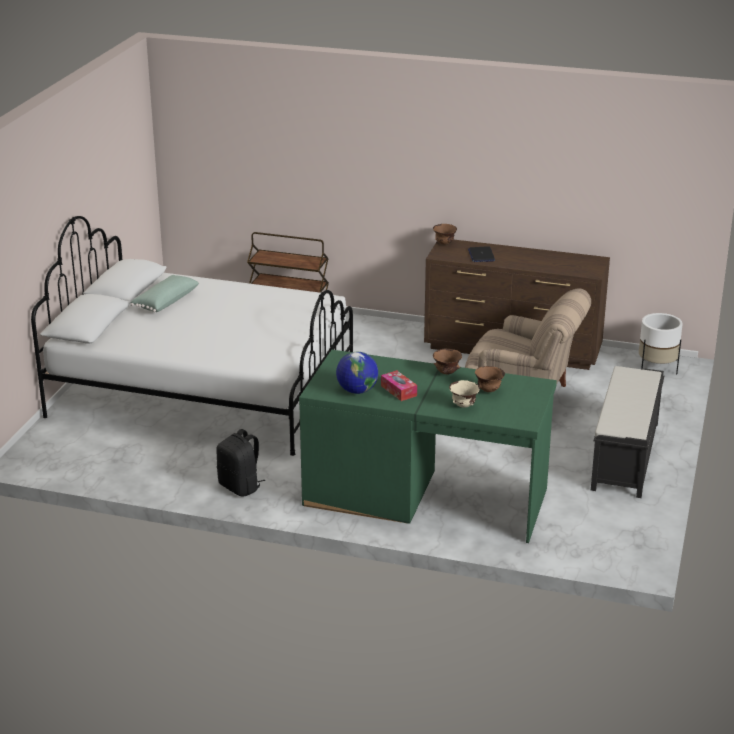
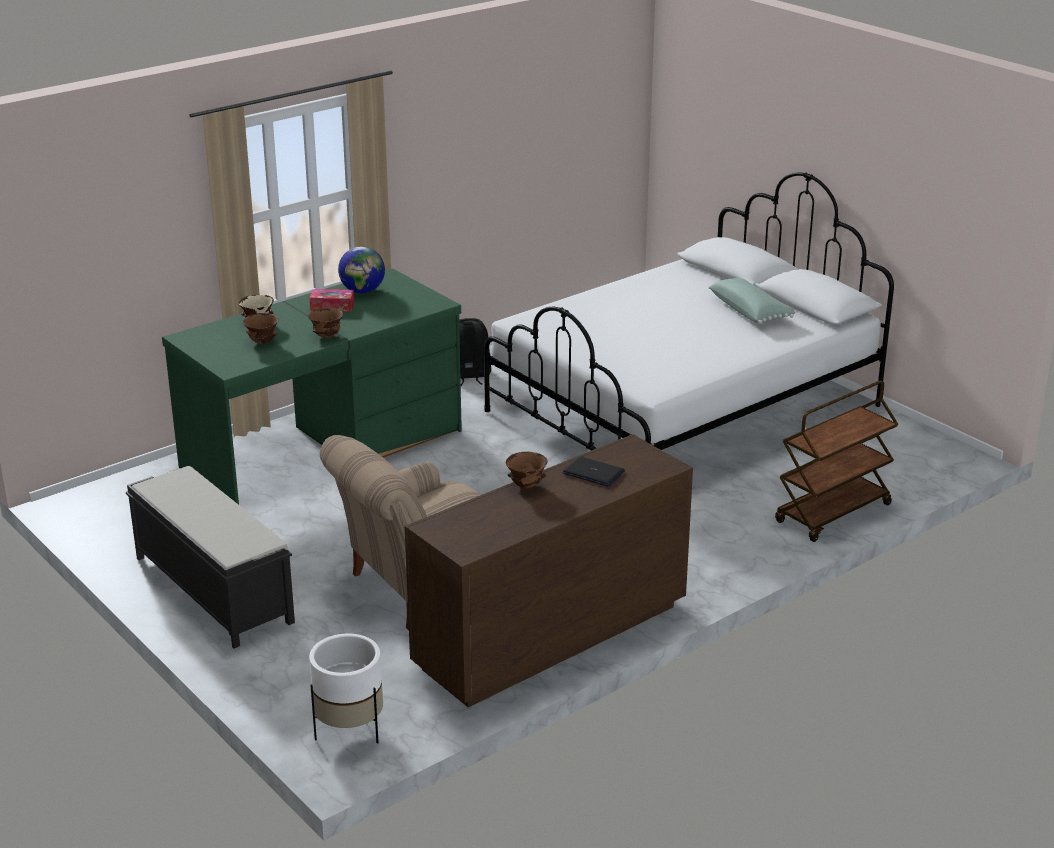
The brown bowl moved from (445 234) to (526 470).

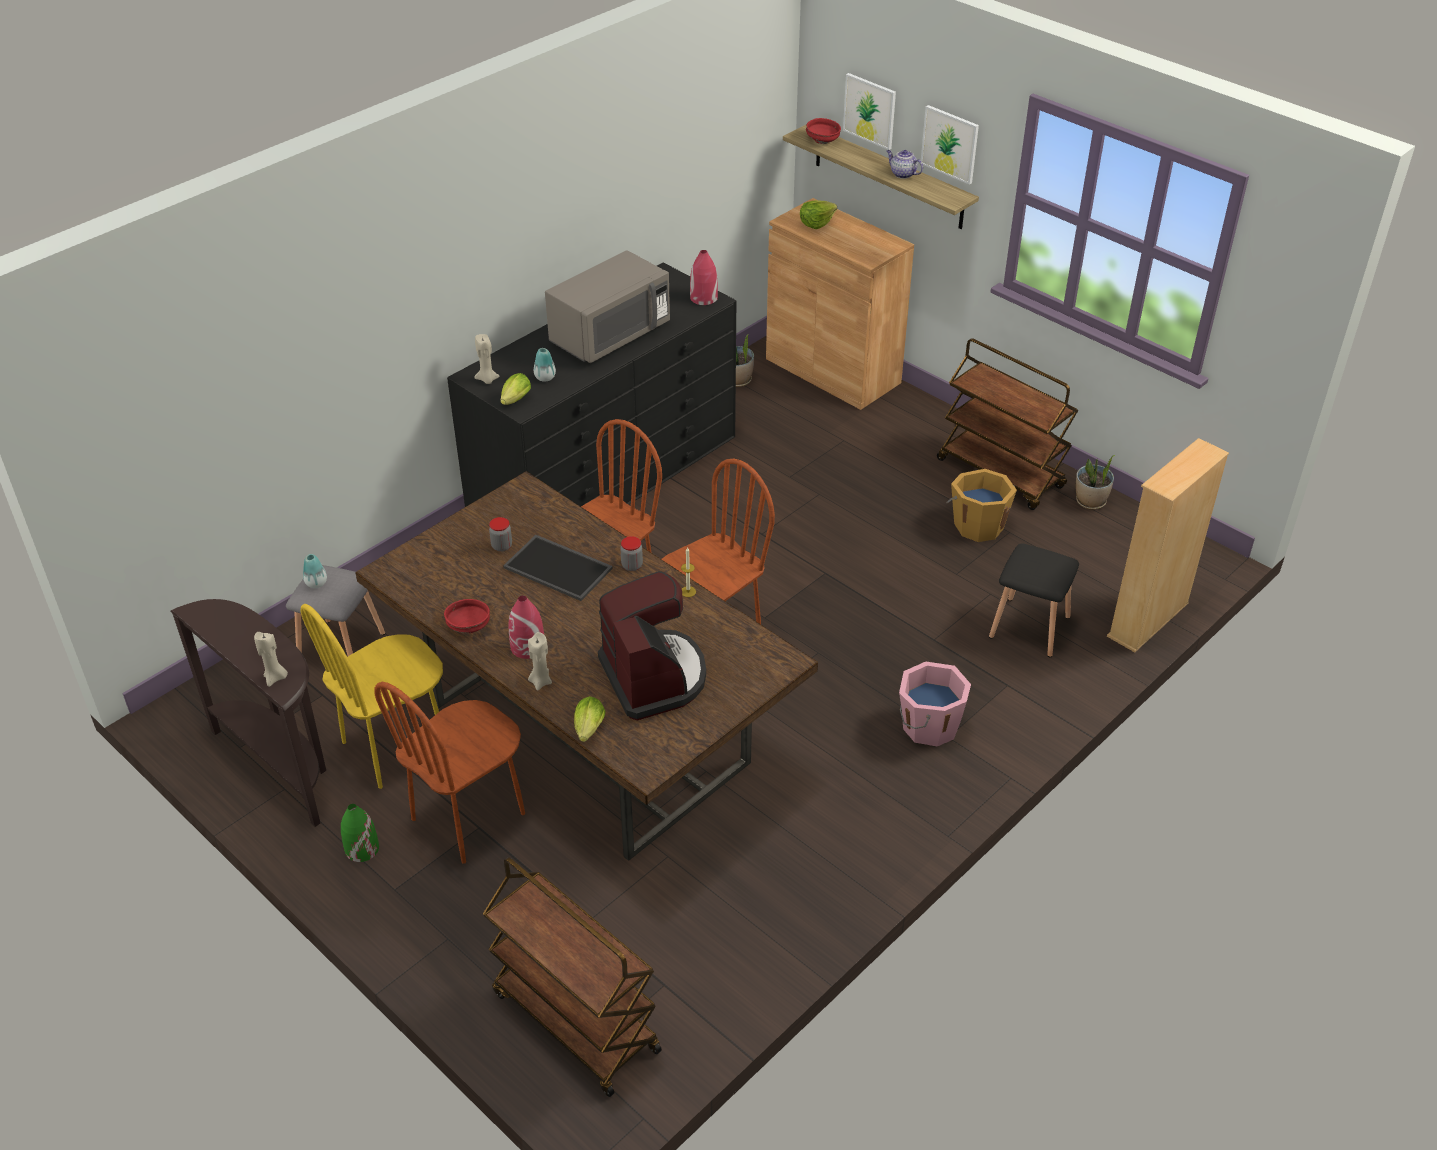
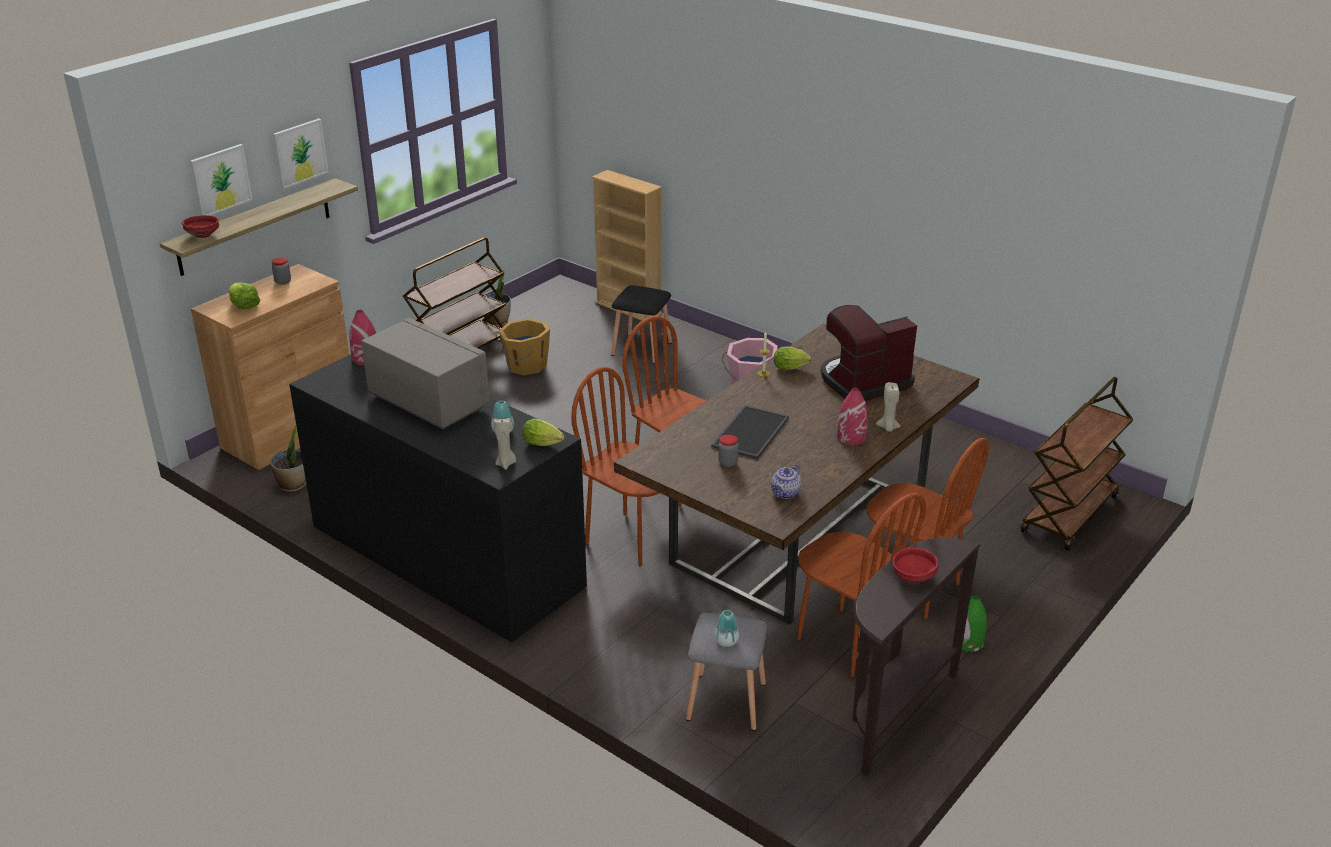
The jar moved from (631 553) to (281 271). The teapot moved from (904 164) to (786 481). The lettuce moved from (590 719) to (793 358). The yellow chair at (372 696) became the brown chair at (861 585). The red bowl moved from (467 616) to (915 565). The beige candle at (271 659) disappeared.

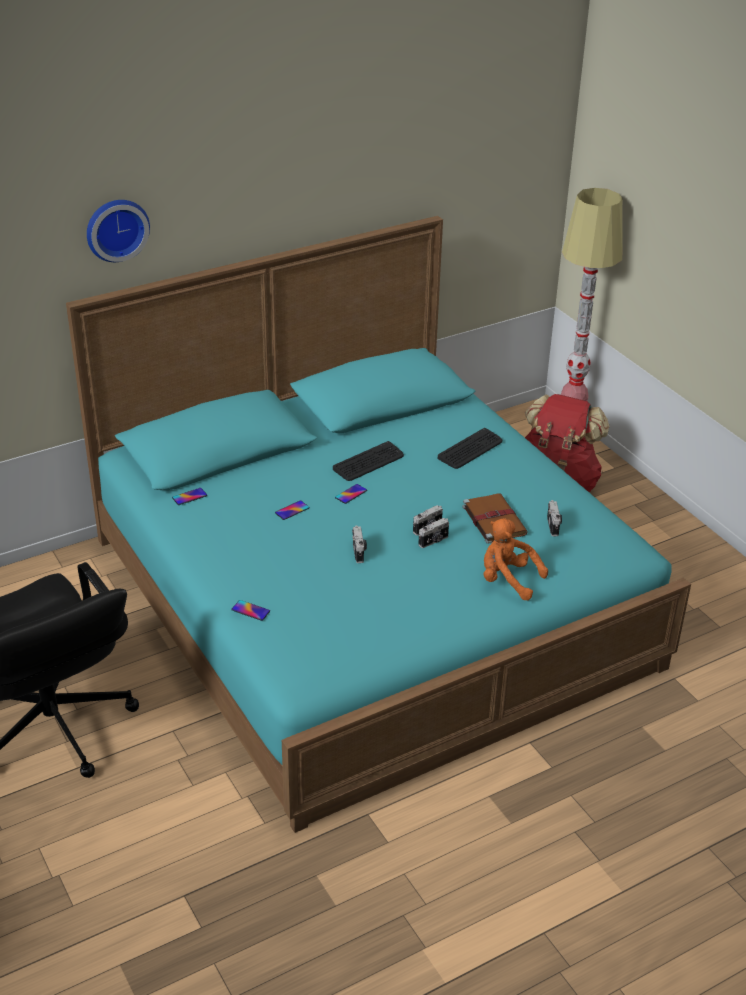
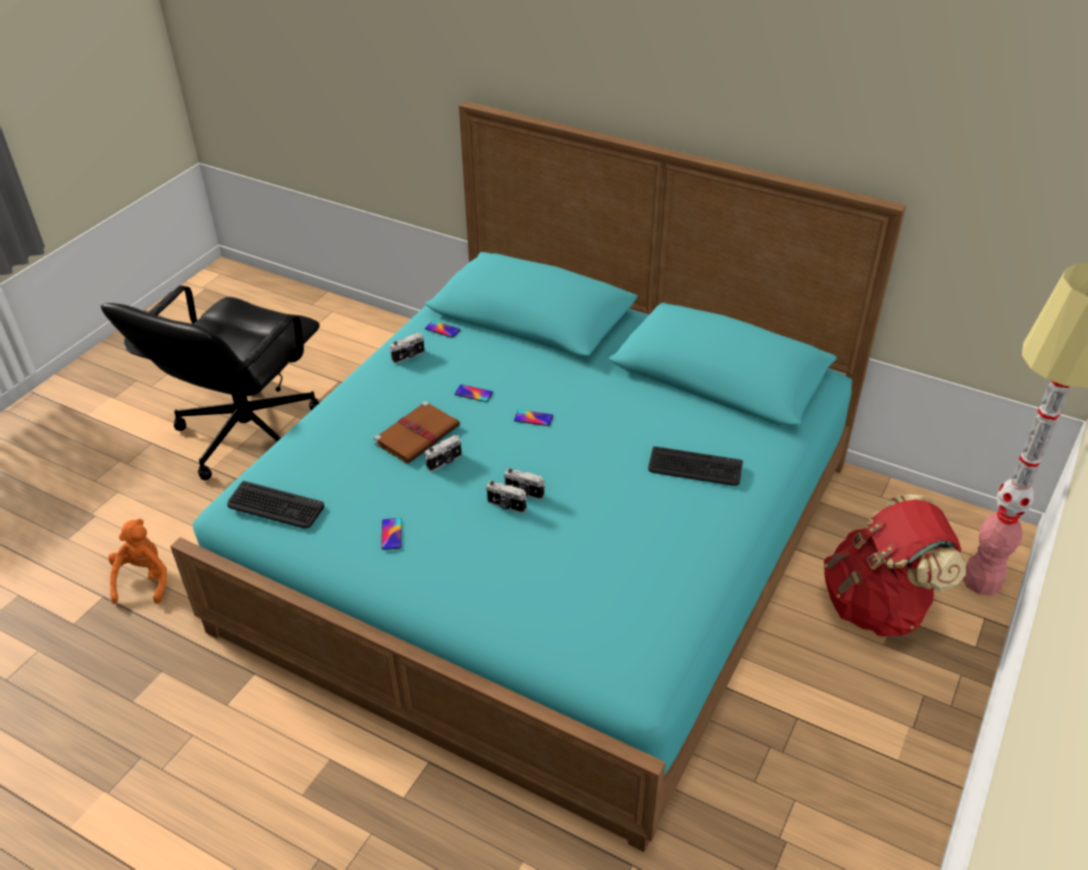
The orange plush toy moved from (516 559) to (137 561). The keyboard moved from (368 461) to (276 505). The brown book moved from (495 518) to (417 432). The phone moved from (250 610) to (391 534). The photo camera moved from (554 518) to (407 348). The wall clock at (118 231) disappeared.

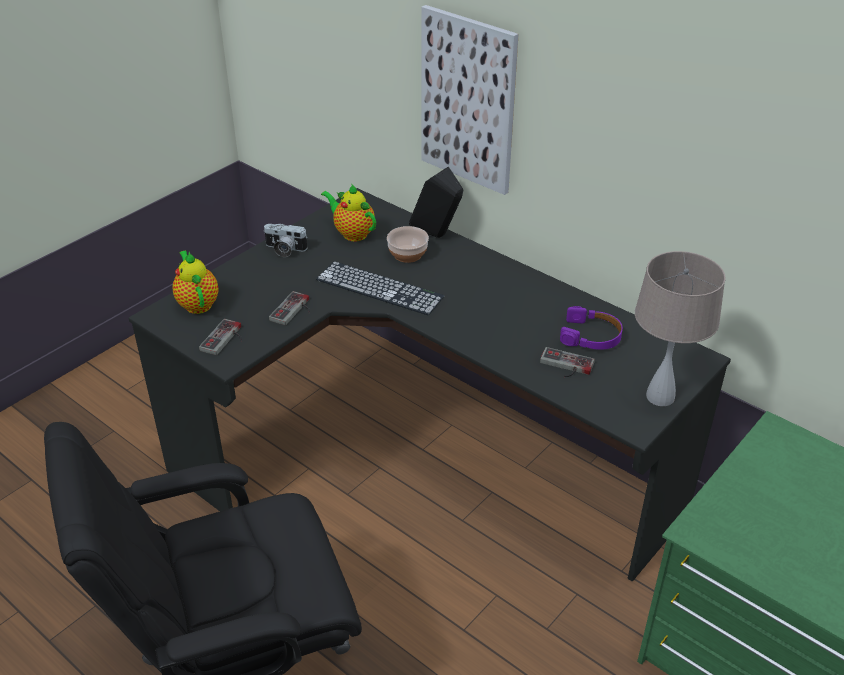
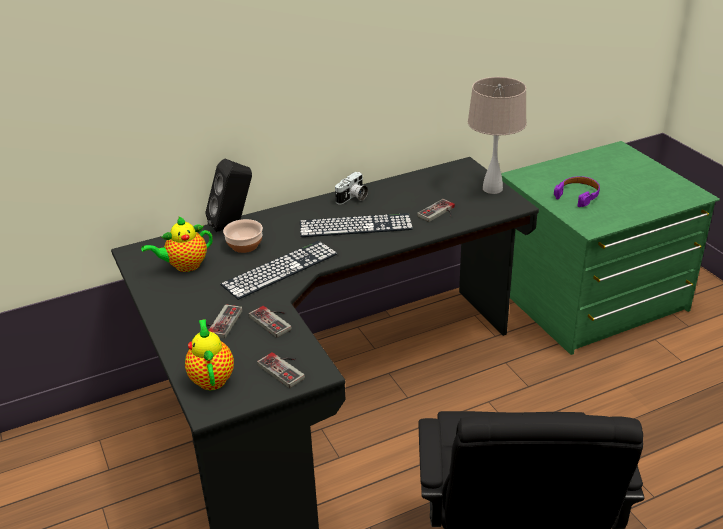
The teapot at (195 282) turned 75 degrees clockwise. The game controller at (224 321) appeared. The keyboard at (356 225) appeared. The photo camera moved from (285 240) to (351 188). The purple headphones moved from (591 328) to (577 191). The picture at (470 100) disappeared.

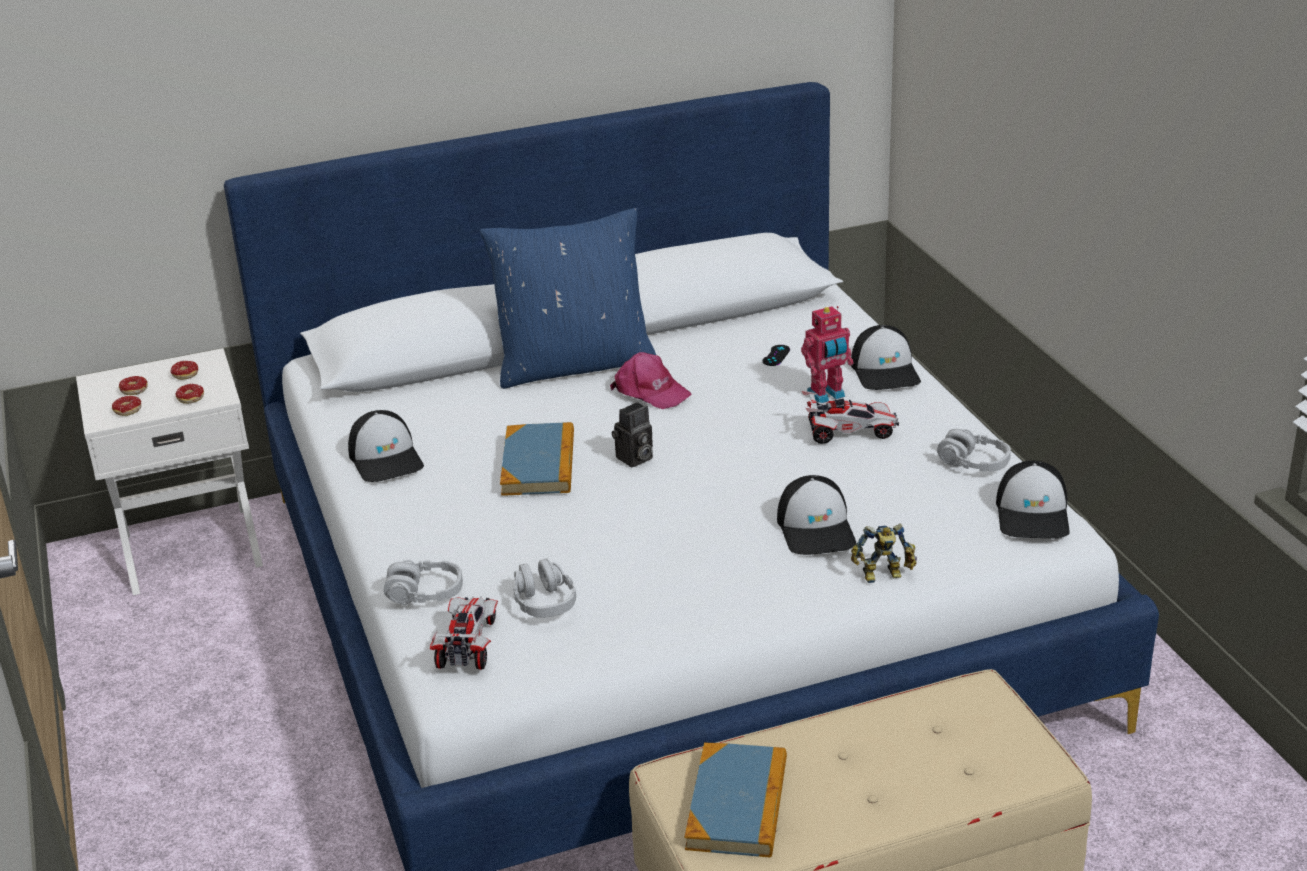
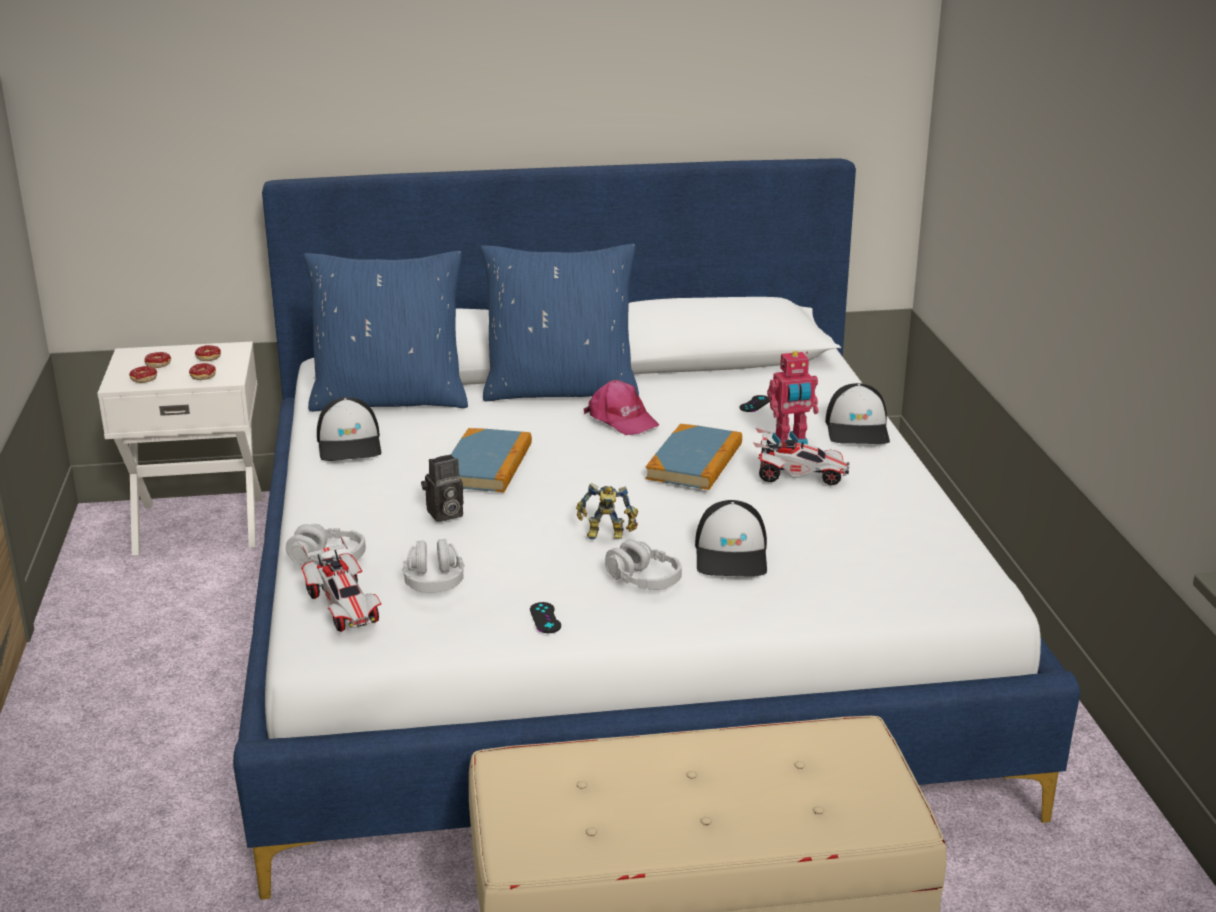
The toy car at (464 633) turned 135 degrees clockwise. The blue pillow at (386 331) appeared. The photo camera moved from (632 434) to (442 488). The black game controller at (545 617) appeared. The toy robot moved from (884 553) to (607 511). The grey headphones moved from (974 450) to (643 564). The book moved from (736 800) to (694 457). The cap at (1032 499) disappeared.

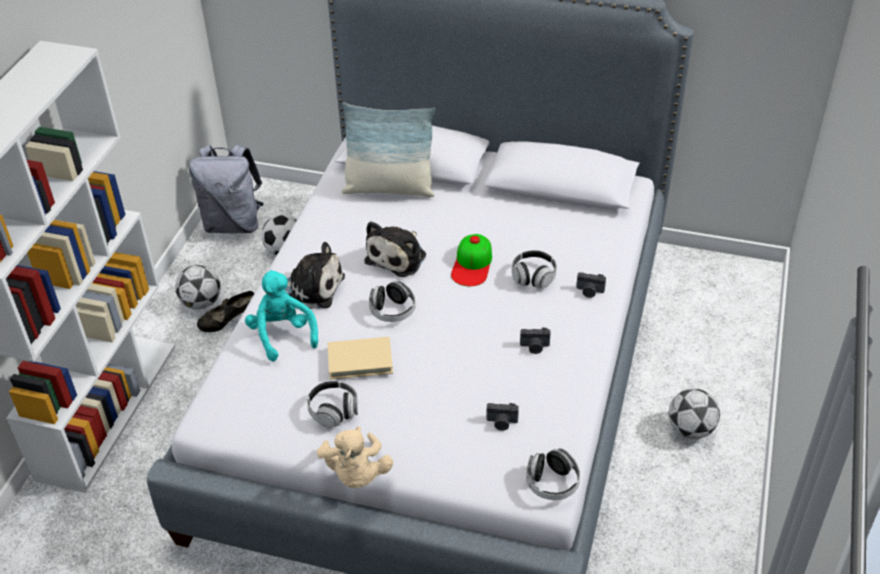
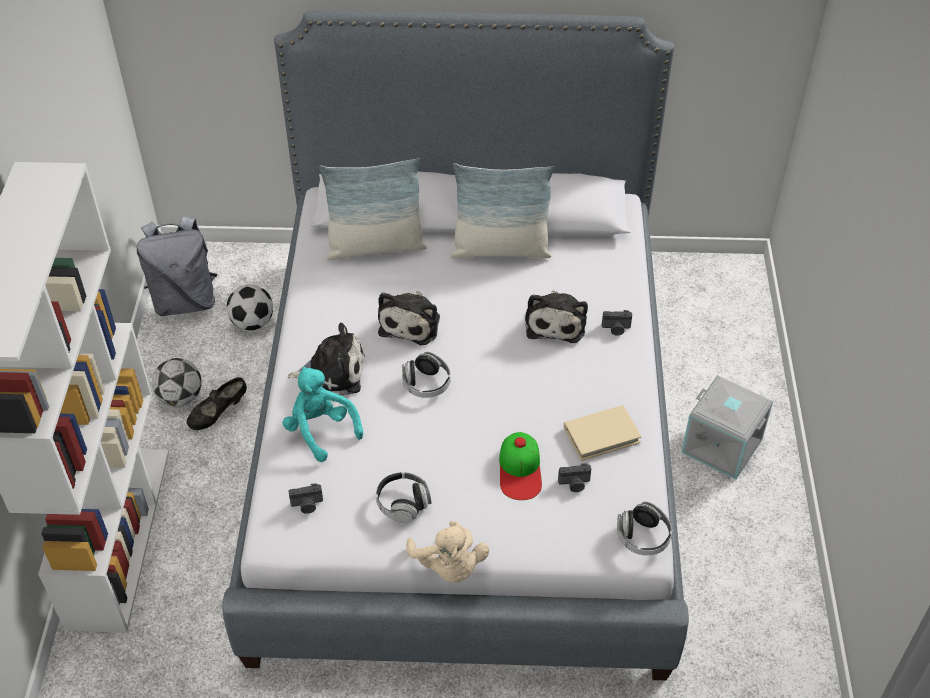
The photo camera moved from (535 340) to (305 498). The pillow at (503 210) appeared. The cap moved from (471 260) to (520 466). The headphones at (534 269) was replaced by the plush toy at (556 316). The beige book moved from (360 358) to (603 433). The football at (694 414) was replaced by the grey storage box at (727 427).

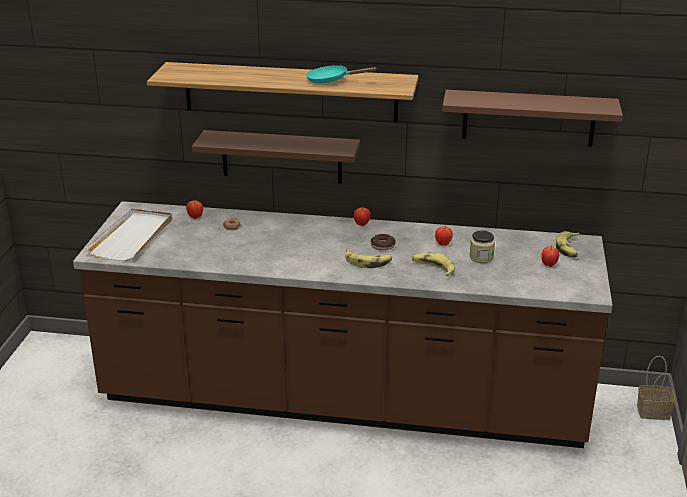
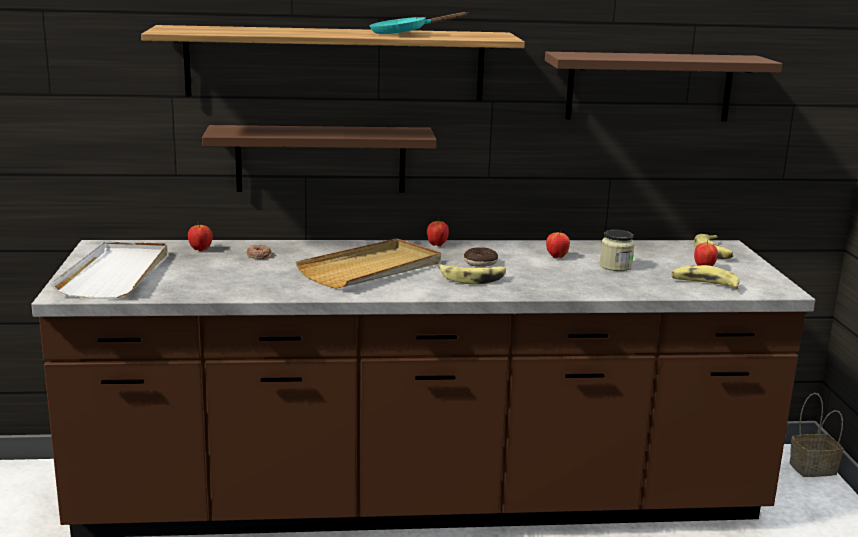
The beige tray at (368 263) appeared. The banana moved from (433 264) to (705 277).

